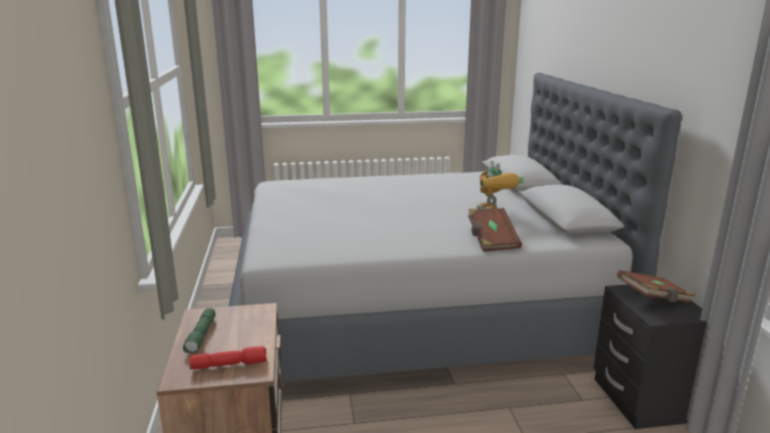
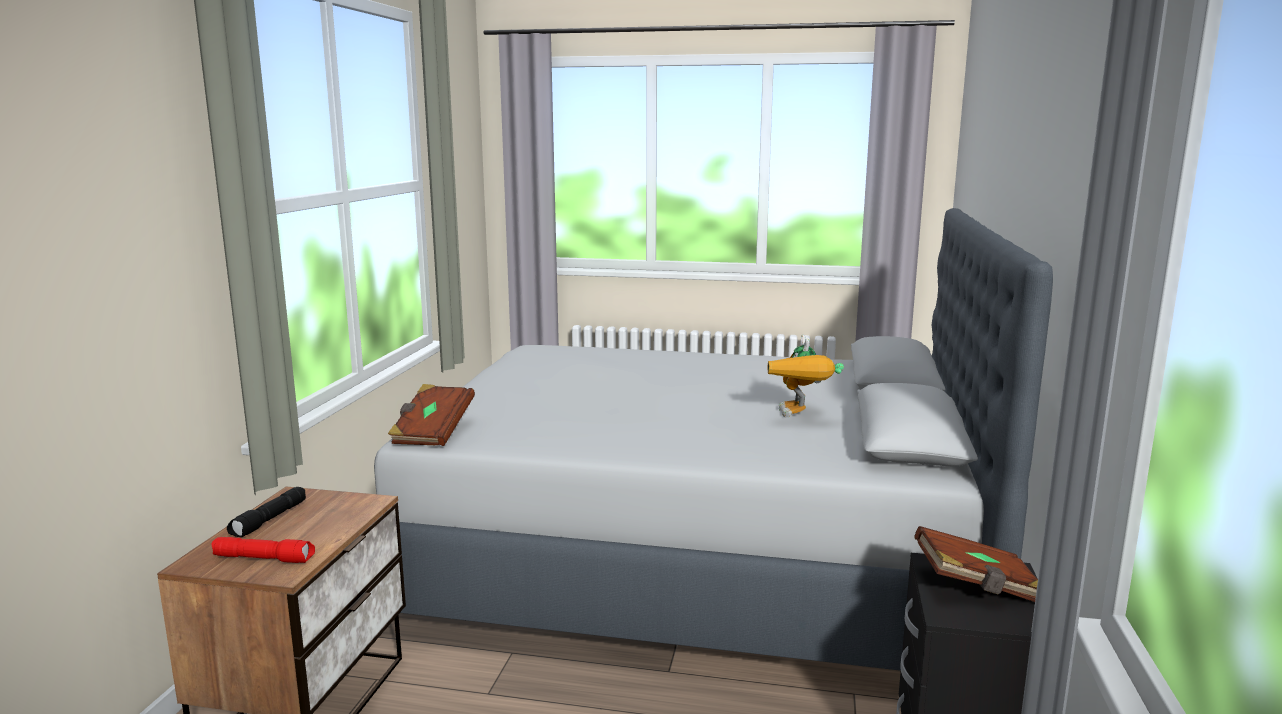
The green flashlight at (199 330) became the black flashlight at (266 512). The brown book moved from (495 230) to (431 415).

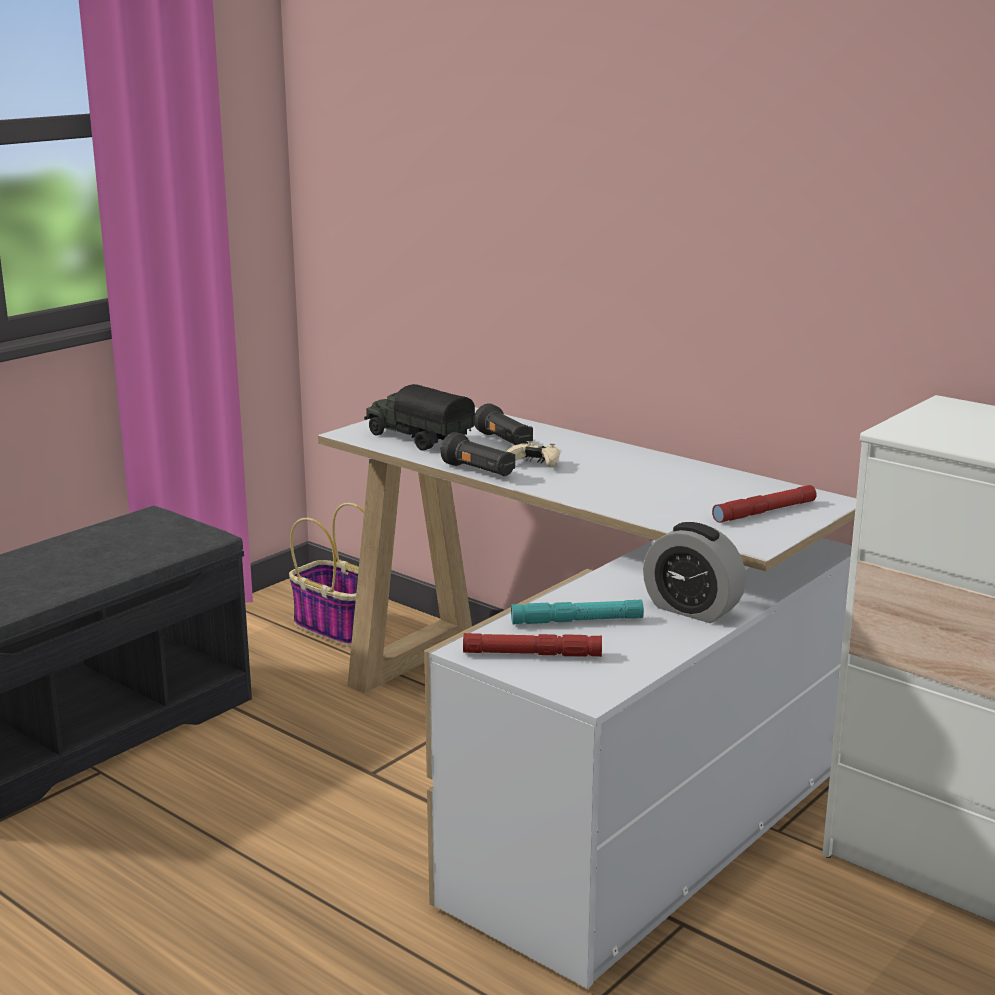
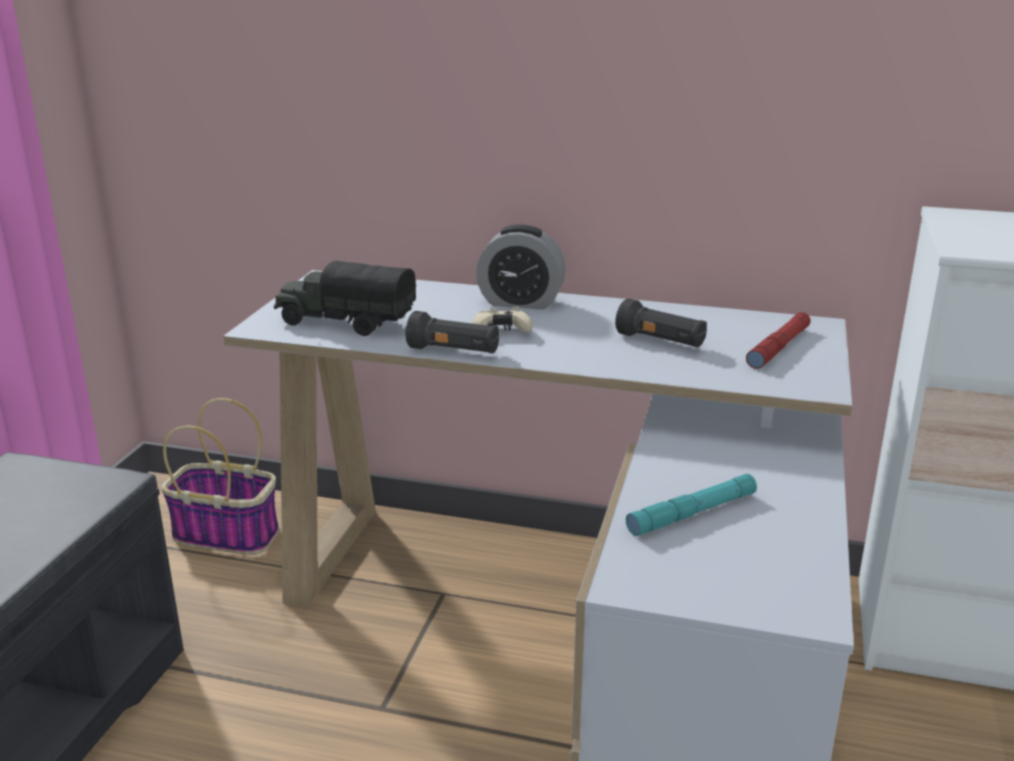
The alarm clock moved from (694 572) to (521 267). The black flashlight moved from (504 424) to (661 323). The red flashlight at (532 645) disappeared.

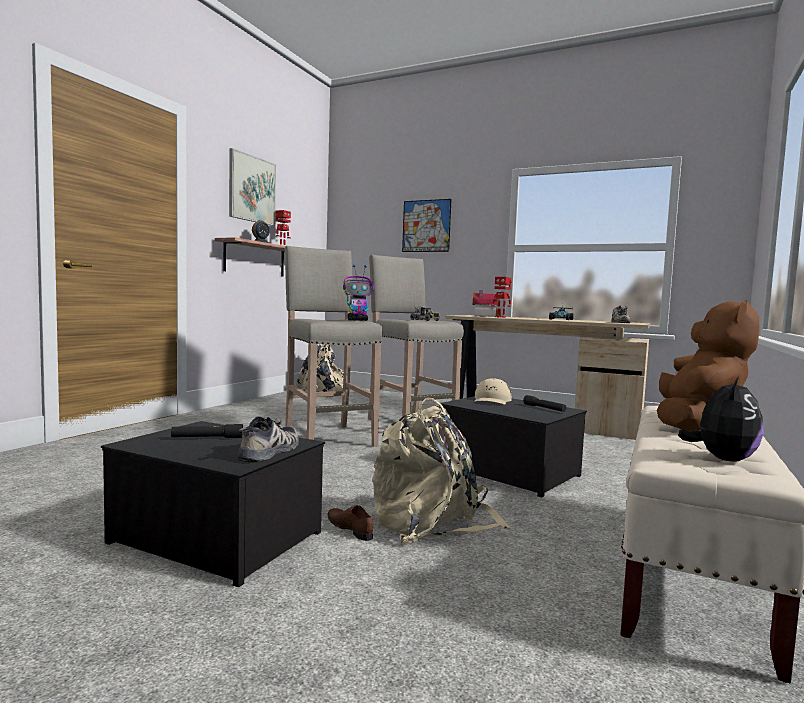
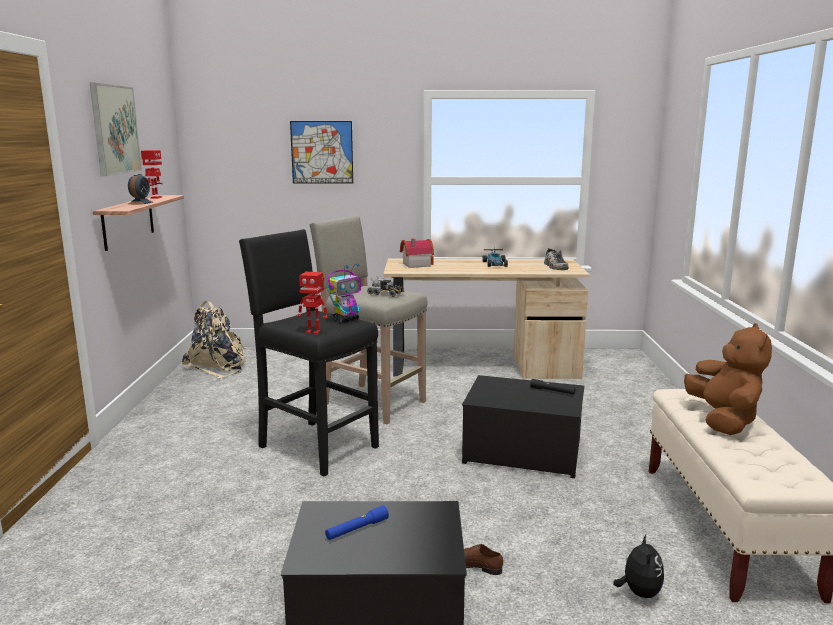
The beige stool at (334 346) became the black stool at (309 353). The toy robot moved from (501 297) to (312 303). The black flashlight at (207 431) became the blue flashlight at (357 522). The plush toy moved from (721 419) to (638 566). The shoe at (268 439) disappeared. The beige backpack at (441 470) disappeared. The beige cap at (493 391) disappeared.

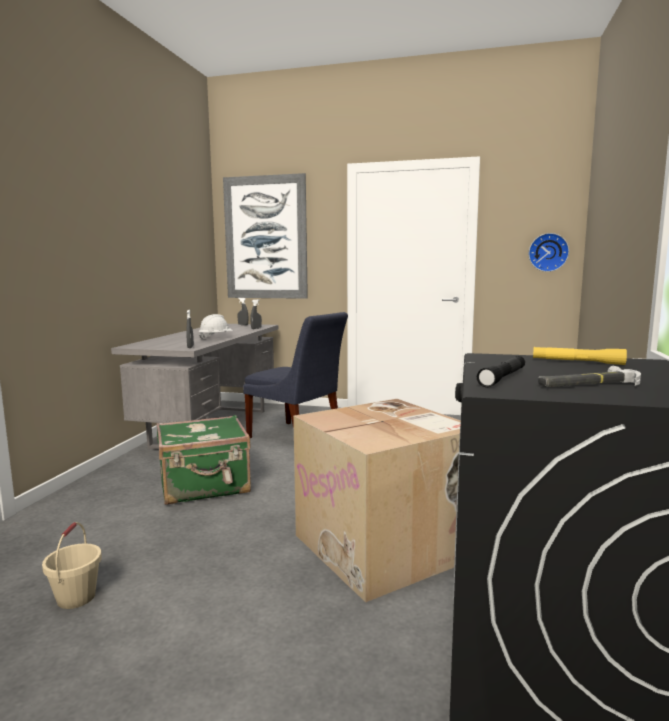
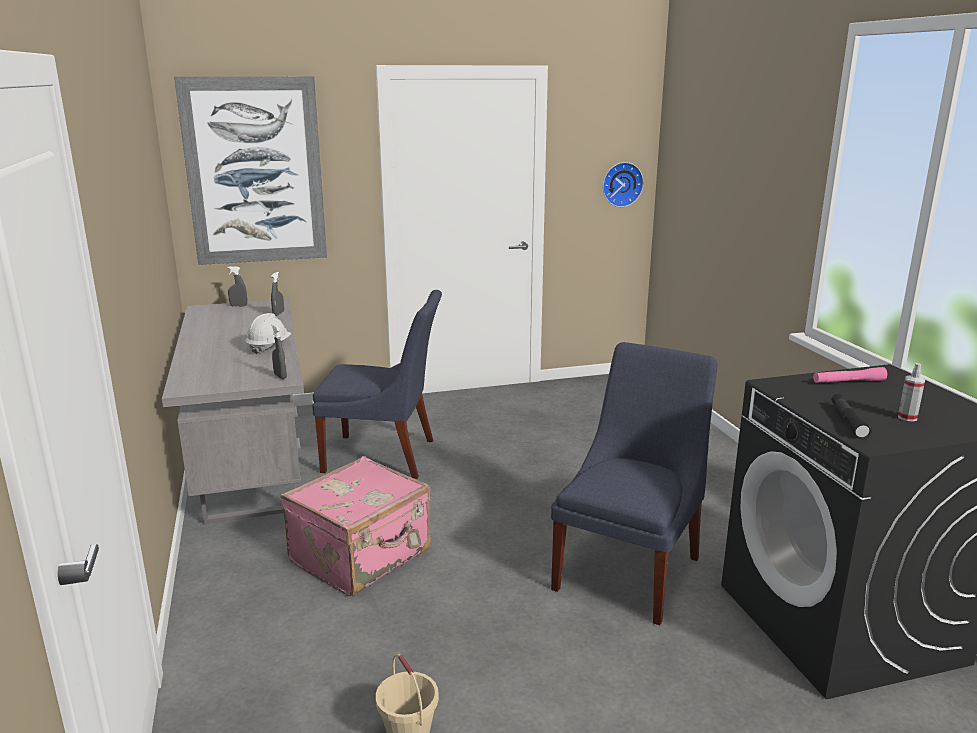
The green suitcase at (203 460) became the pink suitcase at (355 526). The cardboard box at (377 500) was replaced by the blue chair at (634 483). The yellow flashlight at (580 356) became the pink flashlight at (850 375). The hammer at (589 376) was replaced by the spray bottle at (911 392).

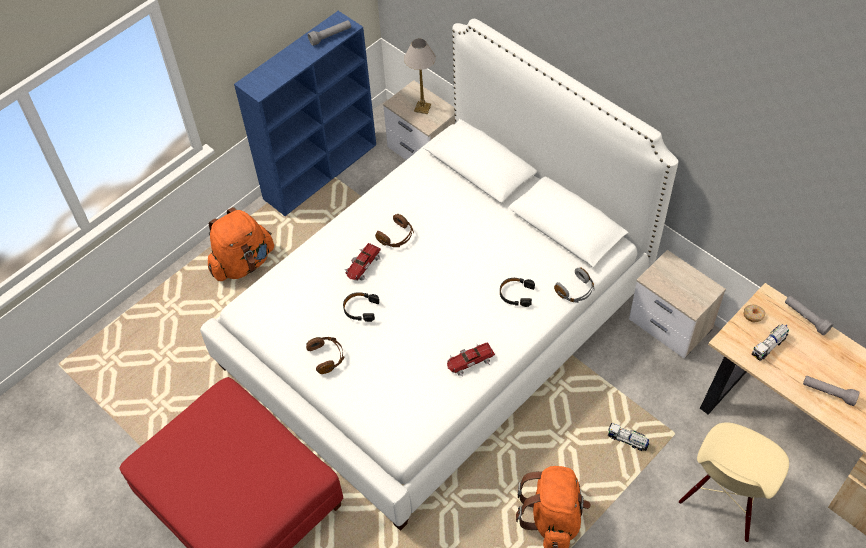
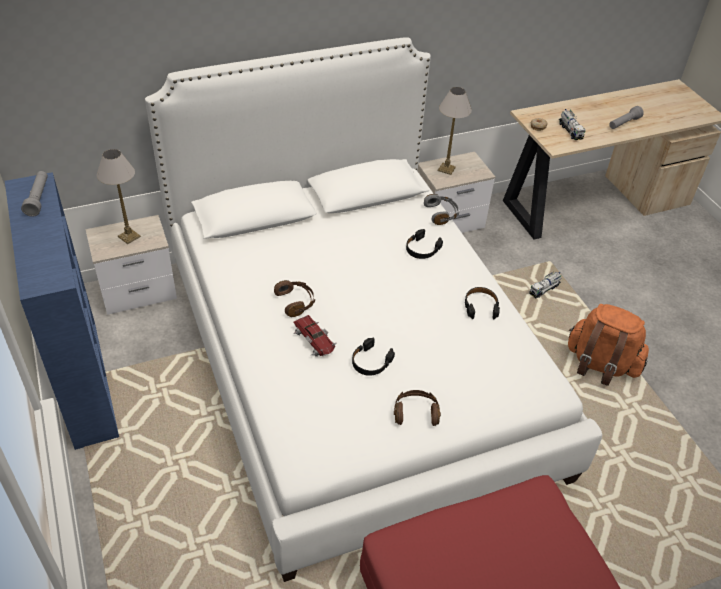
The table lamp at (454 131) appeared. The toy car at (471 359) was replaced by the black headphones at (482 303). The orange backpack at (241 244) disappeared. The beige chair at (734 482) disappeared. The grey flashlight at (809 316) disappeared.

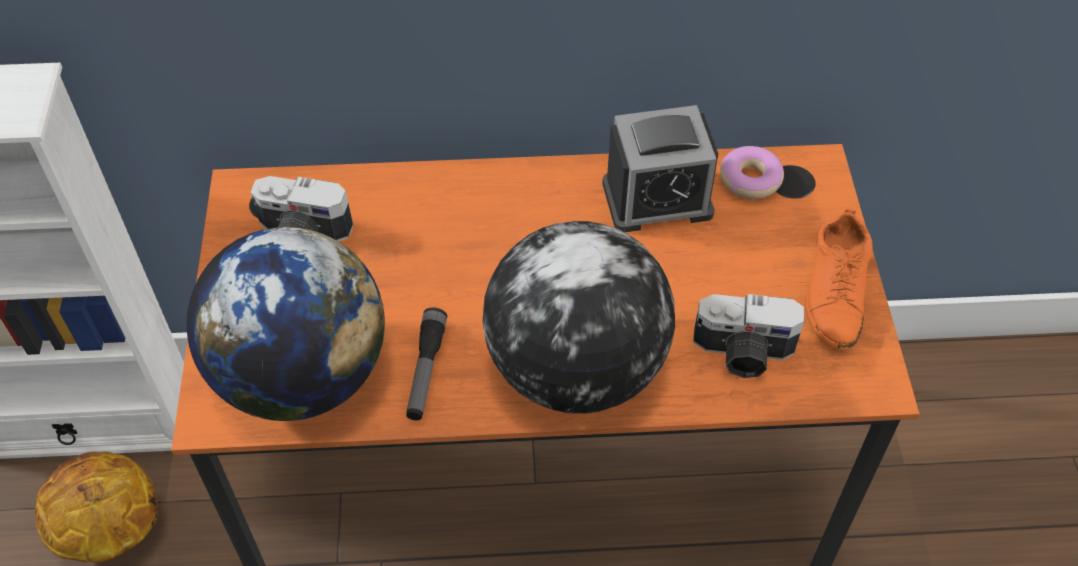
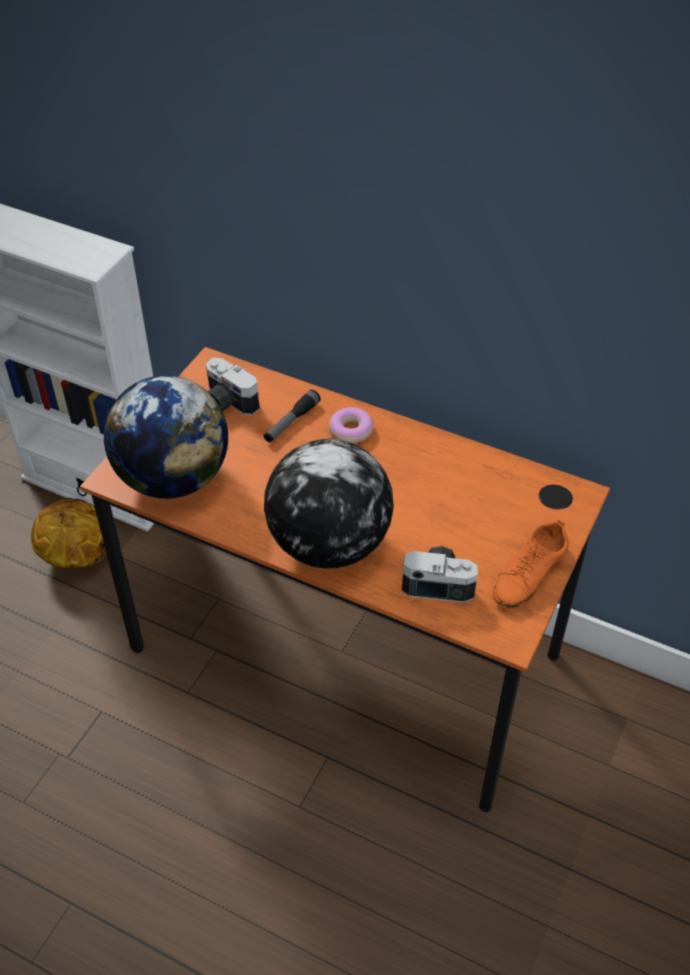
The flashlight moved from (426 364) to (292 416). The donut moved from (752 172) to (351 425). The photo camera at (749 336) turned 150 degrees clockwise. The alarm clock at (660 168) disappeared.

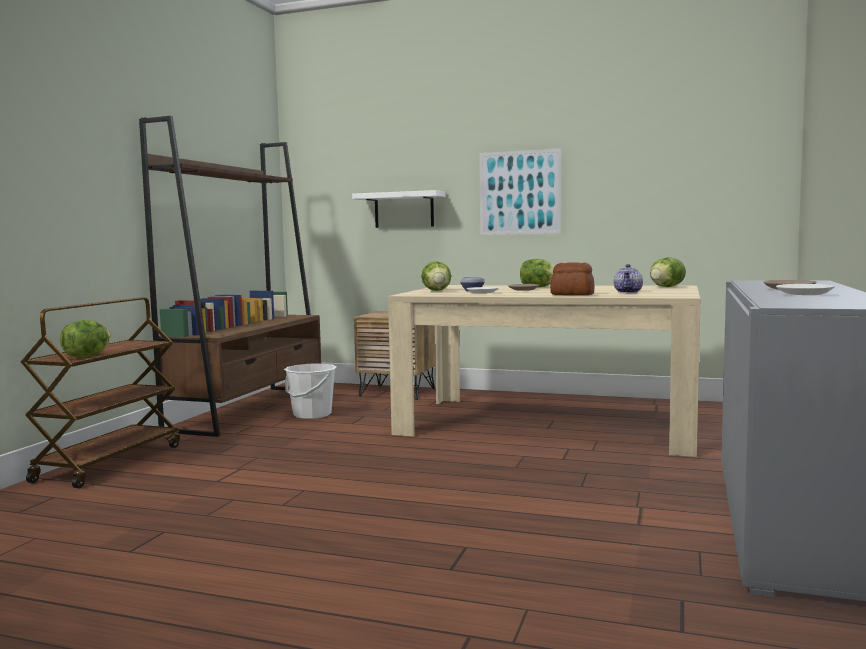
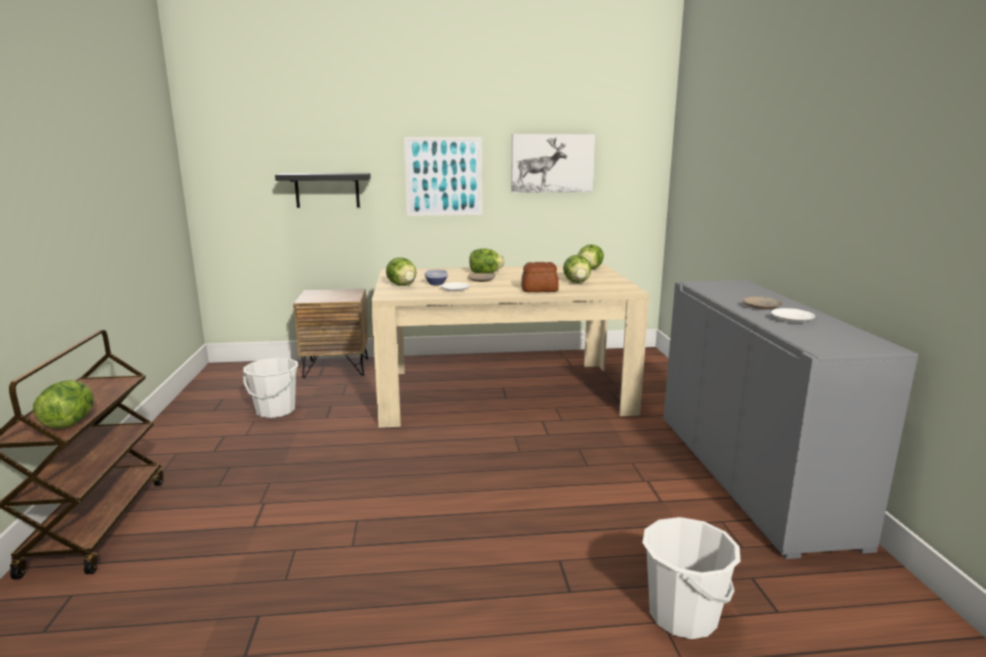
The white shelf at (399 209) became the black shelf at (323 190). The picture at (553 163) appeared. The teapot at (628 278) was replaced by the lettuce at (577 269). The white bucket at (691 578) appeared. The brown bookcase at (230 276) disappeared.

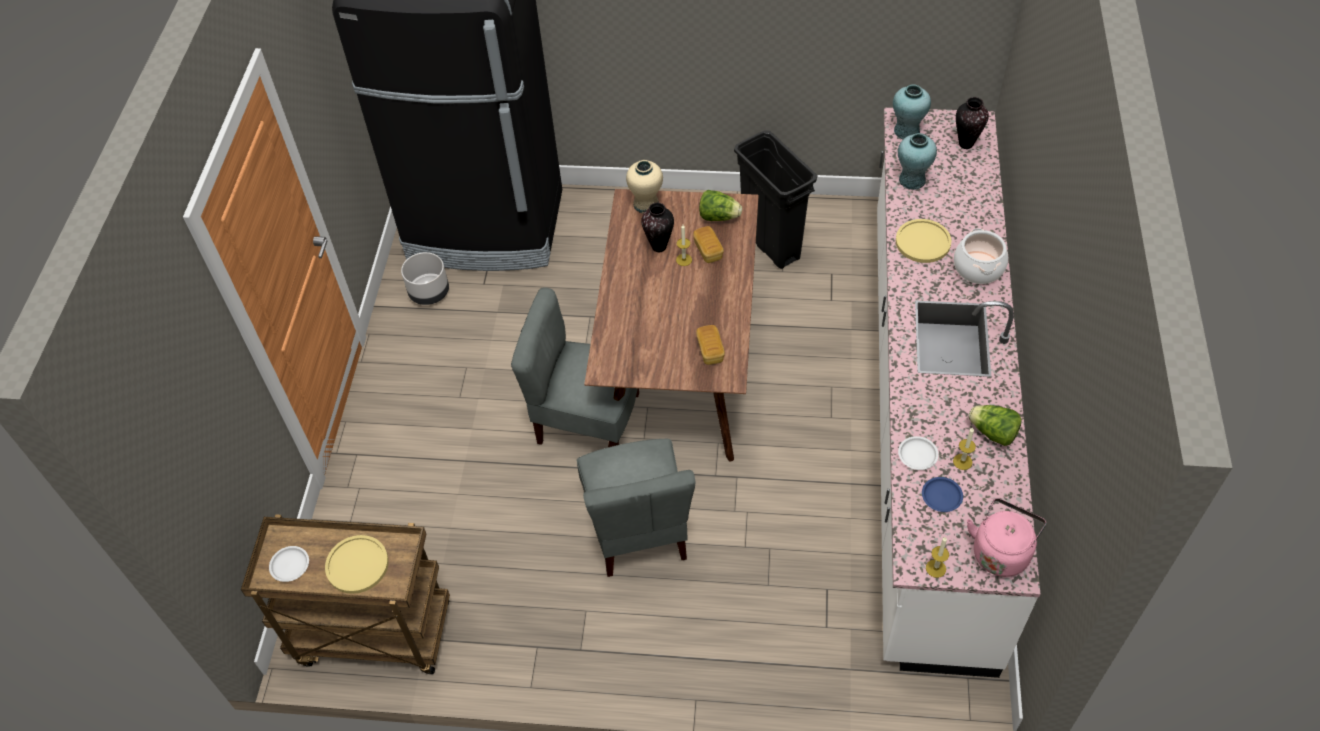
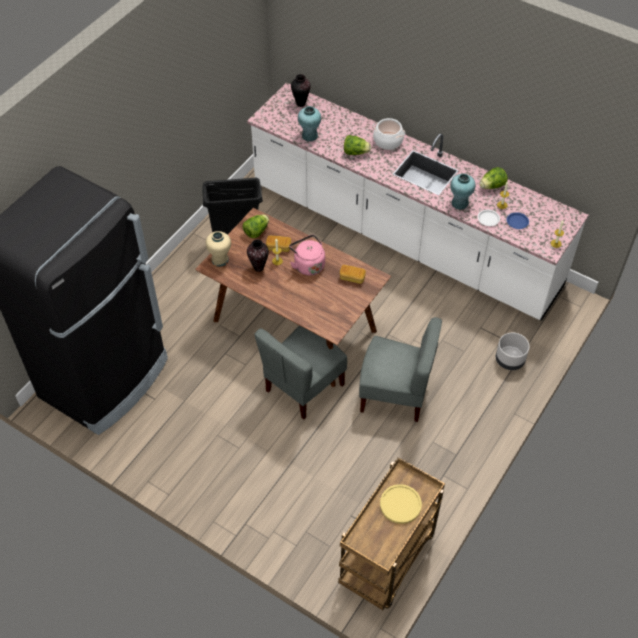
The pink kettle moved from (1006 537) to (307 255). The yellow plate at (923 241) was replaced by the lettuce at (357 145). The turquoise vase moved from (912 112) to (463 192). The grey planter moved from (425 278) to (513 351). The white plate at (289 564) disappeared.

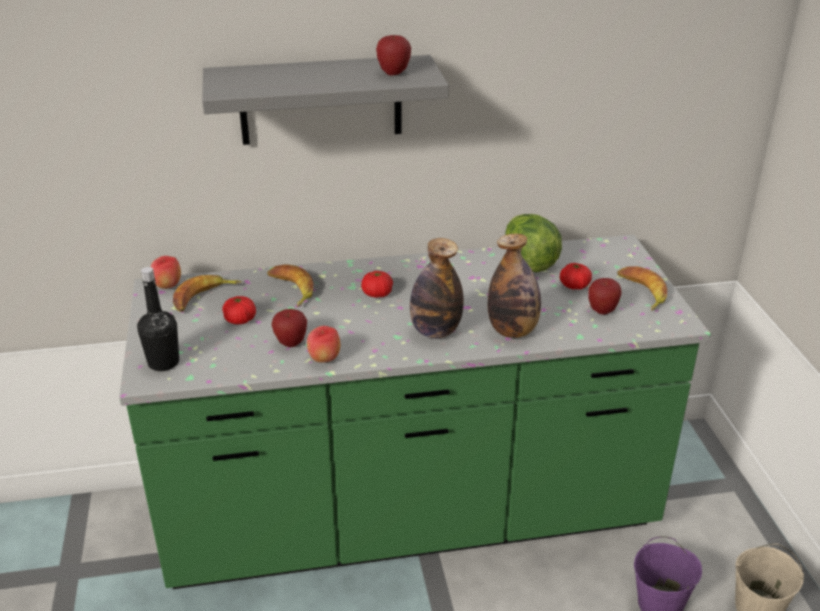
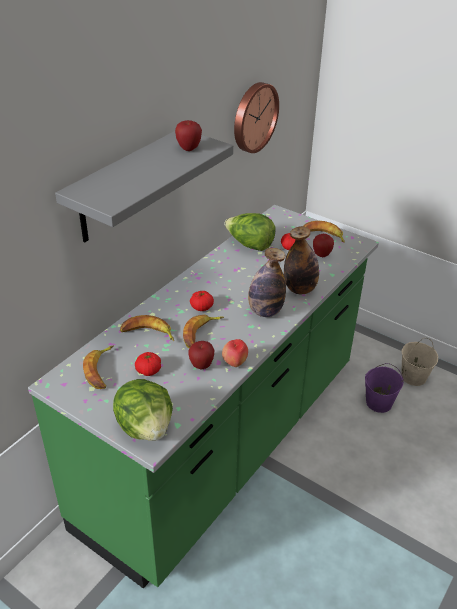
The black bottle at (158 319) was replaced by the lettuce at (143 410). The banana at (203 331) appeared. The wall clock at (256 117) appeared. The apple at (166 272) disappeared.

